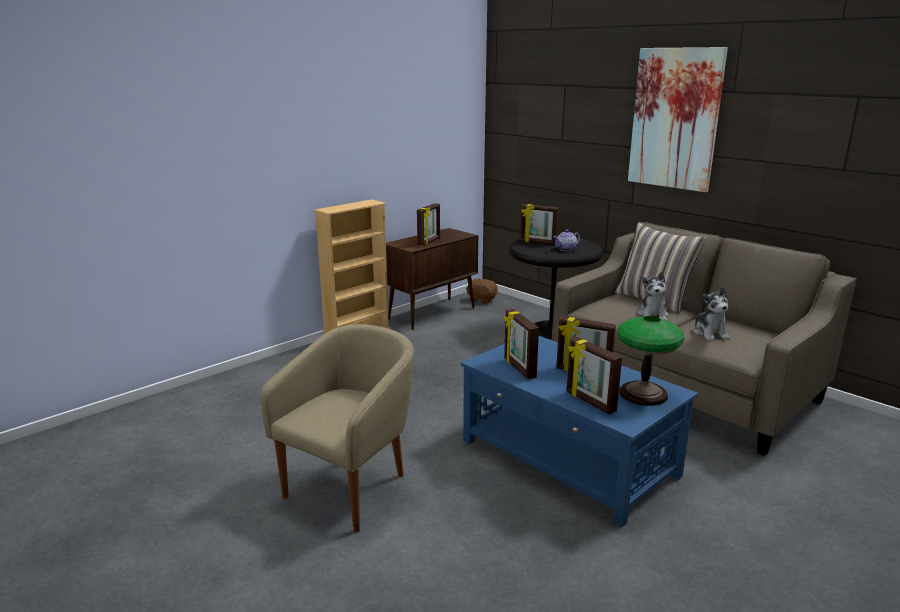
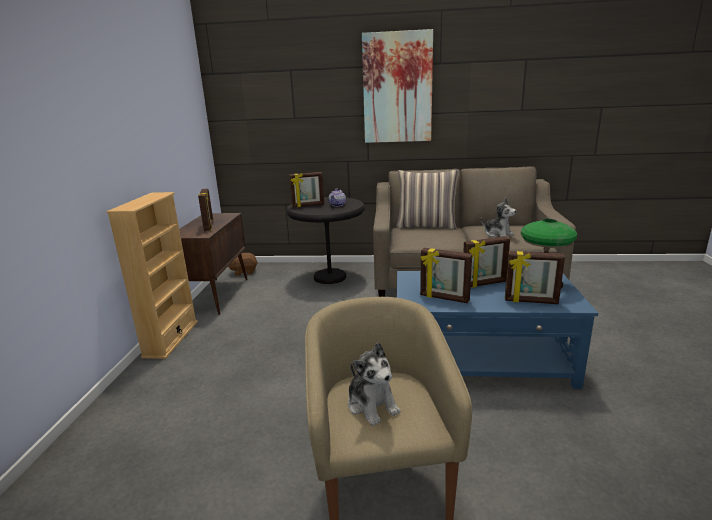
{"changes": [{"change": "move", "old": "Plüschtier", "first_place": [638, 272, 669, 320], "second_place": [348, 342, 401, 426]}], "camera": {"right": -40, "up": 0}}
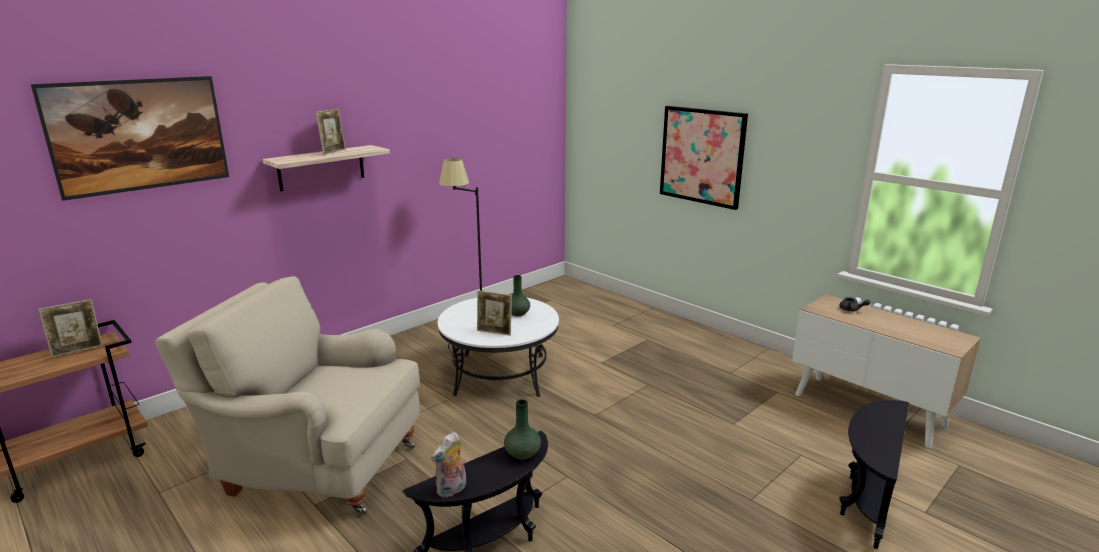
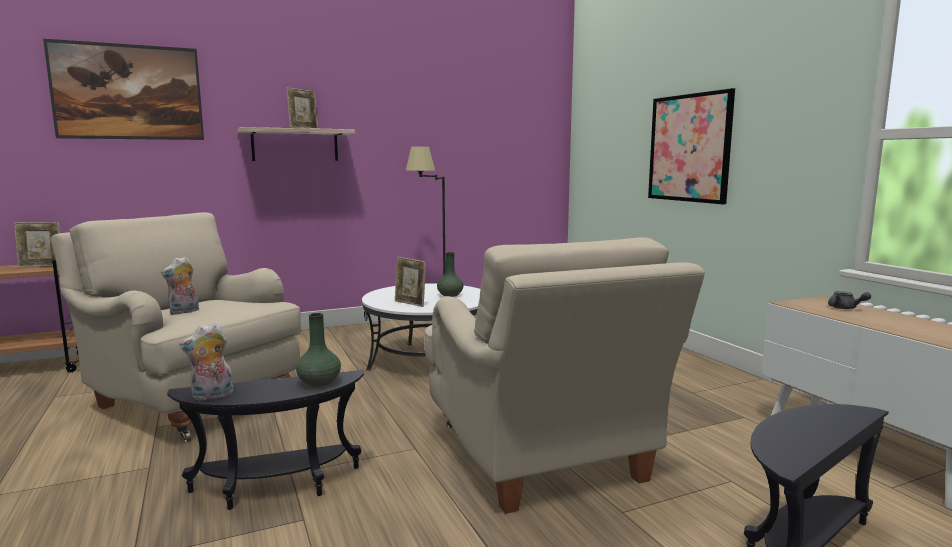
{"changes": [{"change": "insert", "new": "Plüschtier", "second_place": [161, 256, 199, 315]}, {"change": "insert", "new": "Sessel [beige]", "second_place": [425, 237, 705, 514]}], "camera": {"right": 20, "up": -10}}
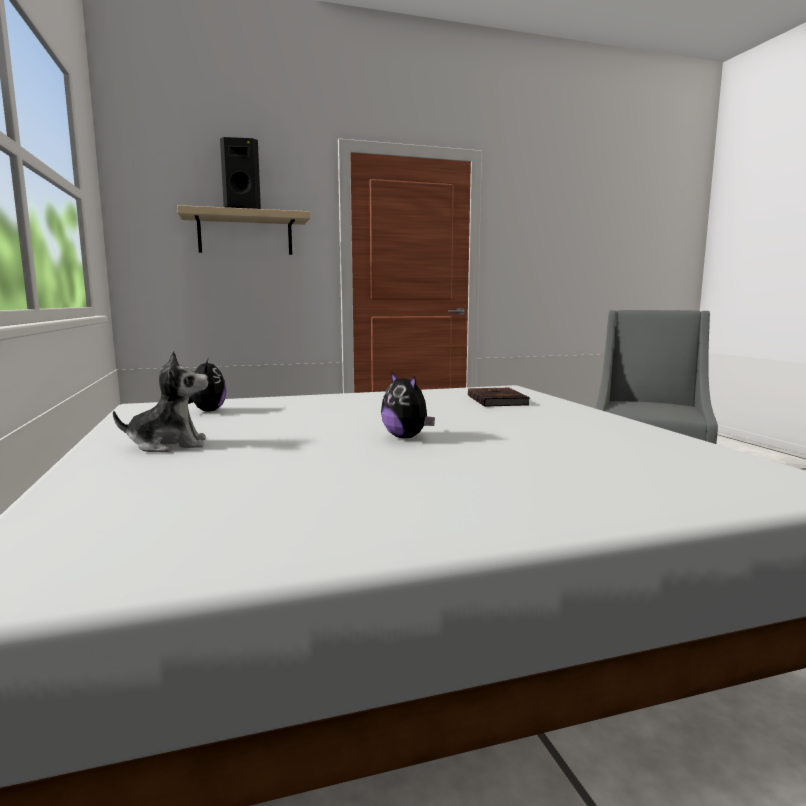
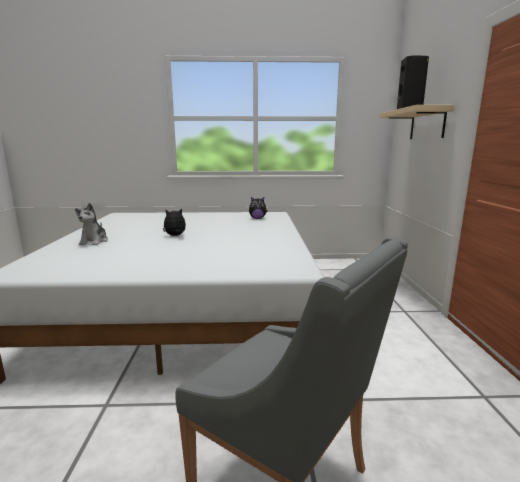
{"changes": [{"change": "delete", "old": "Buch [braun]", "first_place": [468, 388, 530, 407]}, {"change": "move", "old": "Plüschtier", "first_place": [113, 351, 208, 452], "second_place": [75, 203, 108, 245]}], "camera": {"right": 105, "up": 5}}
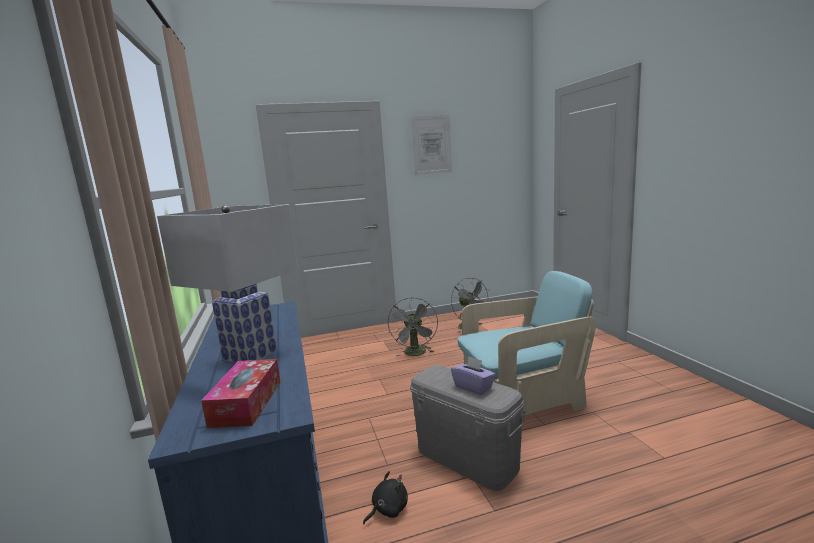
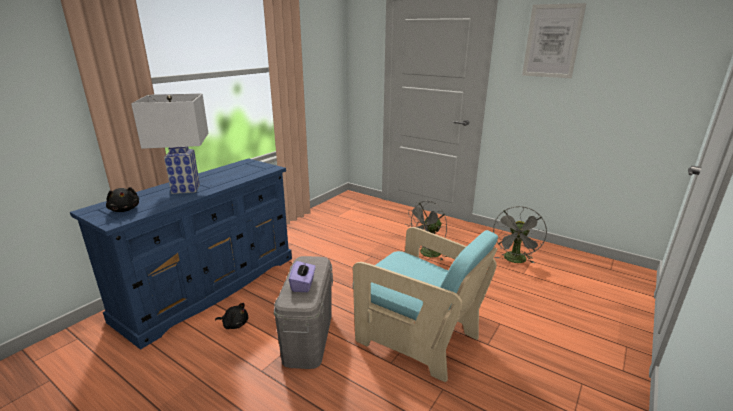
{"changes": [{"change": "replace", "old": "Taschentuchbox", "new": "Plüschtier [schwarz]", "first_place": [201, 359, 280, 428], "second_place": [106, 187, 139, 212]}], "camera": {"right": 50, "up": 10}}
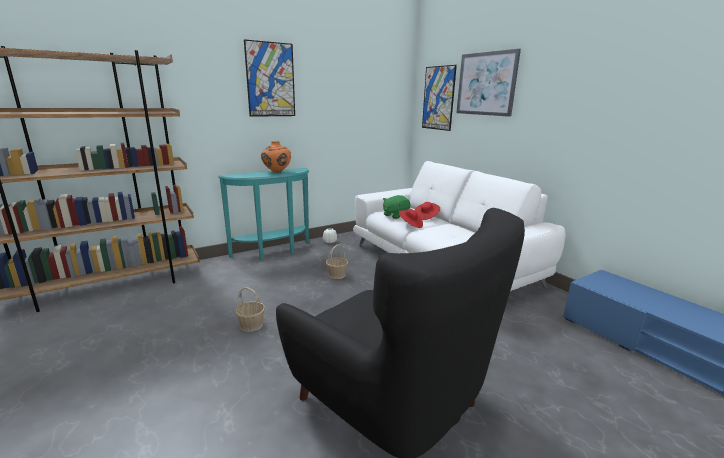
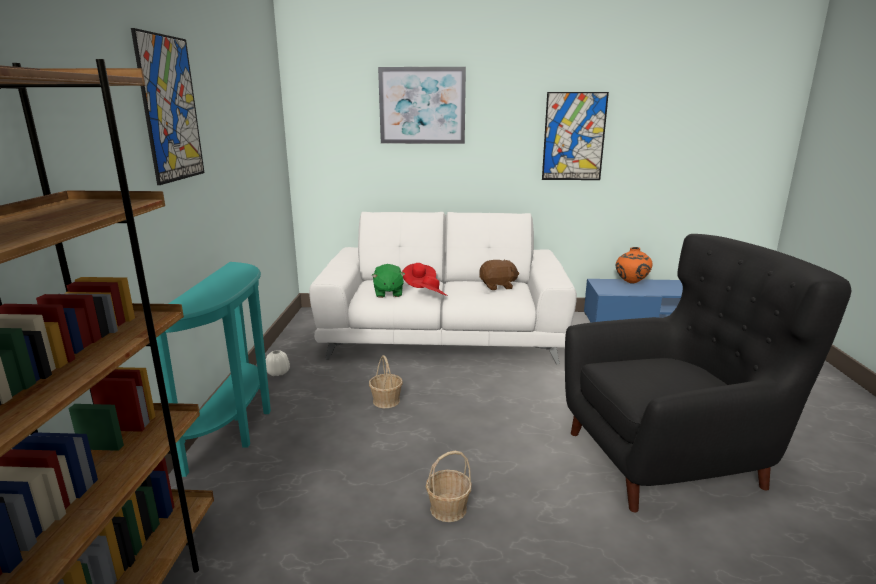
{"changes": [{"change": "insert", "new": "Plüschtier [braun]", "second_place": [479, 260, 519, 290]}, {"change": "move", "old": "Vase [orange]", "first_place": [261, 141, 291, 173], "second_place": [616, 247, 652, 284]}, {"change": "move", "old": "Bild", "first_place": [422, 65, 457, 131], "second_place": [542, 92, 609, 180]}], "camera": {"right": -55, "up": 0}}
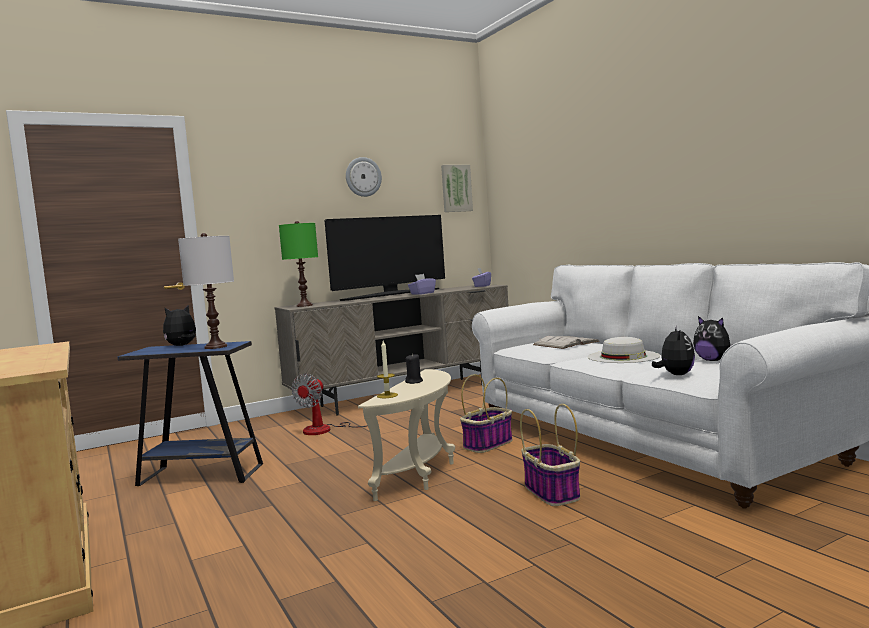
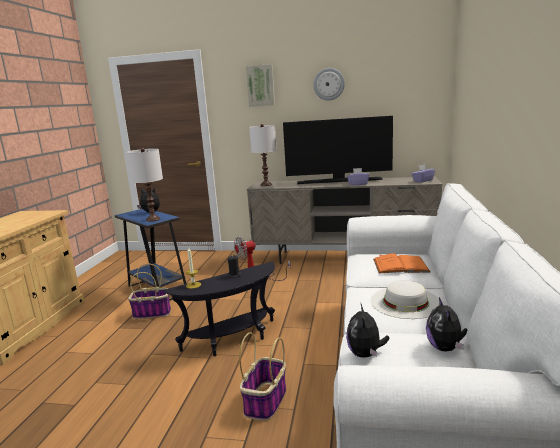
{"changes": [{"change": "move", "old": "Bild", "first_place": [441, 165, 473, 212], "second_place": [246, 64, 275, 107]}, {"change": "move", "old": "Korb", "first_place": [460, 374, 513, 453], "second_place": [128, 264, 171, 319]}, {"change": "recolor", "old": "Tischlampe [grün]", "new": "Tischlampe [weiß]", "first_place": [279, 221, 318, 307], "second_place": [249, 124, 277, 186]}, {"change": "recolor", "old": "Beistelltisch [beige]", "new": "Beistelltisch [schwarz]", "first_place": [358, 369, 455, 501], "second_place": [164, 262, 275, 356]}, {"change": "recolor", "old": "Buch [weiß]", "new": "Buch [orange]", "first_place": [533, 336, 599, 349], "second_place": [373, 253, 430, 274]}, {"change": "rotate", "old": "Plüschtier", "first_place": [652, 326, 695, 375], "second_place": [346, 304, 389, 358], "degrees": 135}], "camera": {"right": 40, "up": 10}}
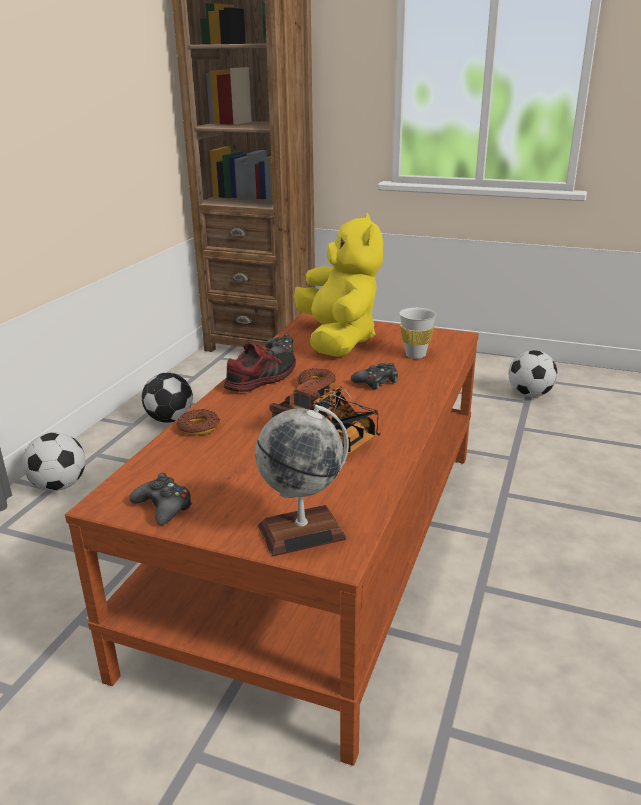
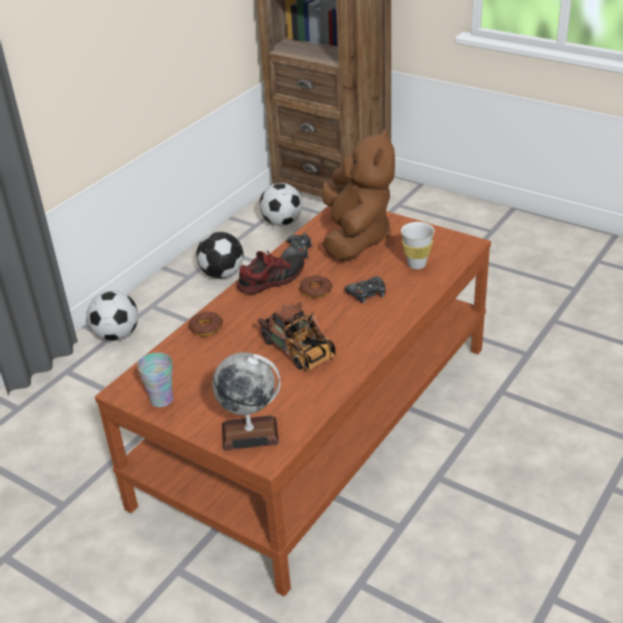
{"changes": [{"change": "move", "old": "Fußball", "first_place": [509, 350, 558, 397], "second_place": [259, 183, 303, 226]}, {"change": "replace", "old": "Gamepad [schwarz]", "new": "Tasse", "first_place": [129, 473, 192, 525], "second_place": [137, 353, 173, 407]}, {"change": "recolor", "old": "Plüschtier [gelb]", "new": "Plüschtier [braun]", "first_place": [294, 213, 383, 357], "second_place": [322, 128, 395, 262]}], "camera": {"right": 15, "up": 10}}
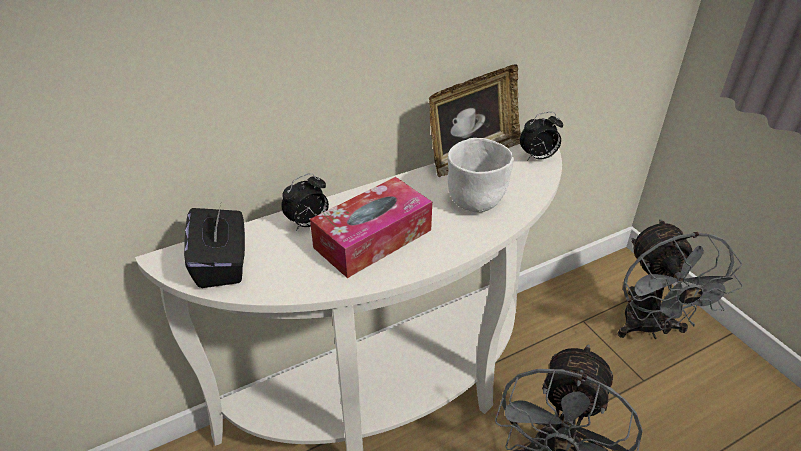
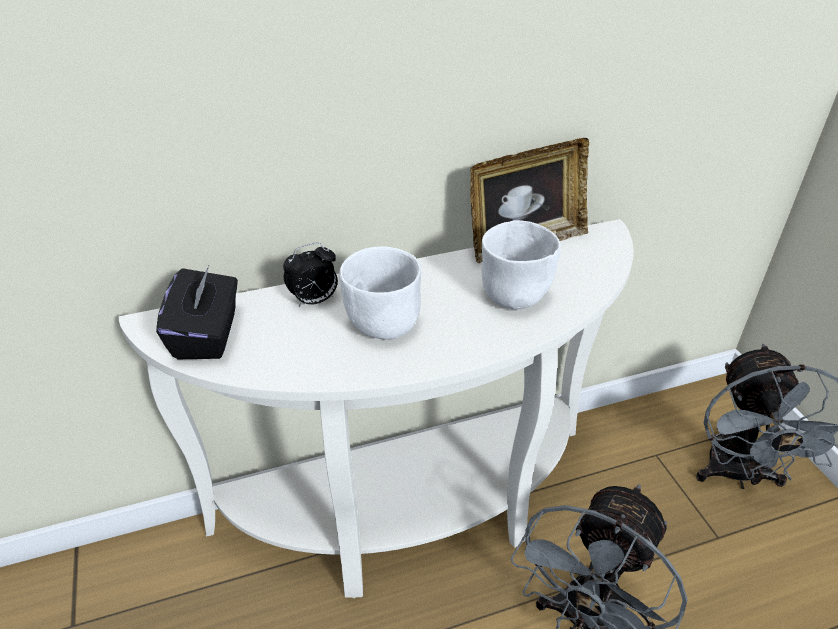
{"changes": [{"change": "delete", "old": "Wecker", "first_place": [520, 112, 563, 161]}, {"change": "replace", "old": "Taschentuchbox", "new": "Schüssel [weiß]", "first_place": [310, 177, 432, 278], "second_place": [339, 246, 421, 339]}], "camera": {"right": 10, "up": 0}}
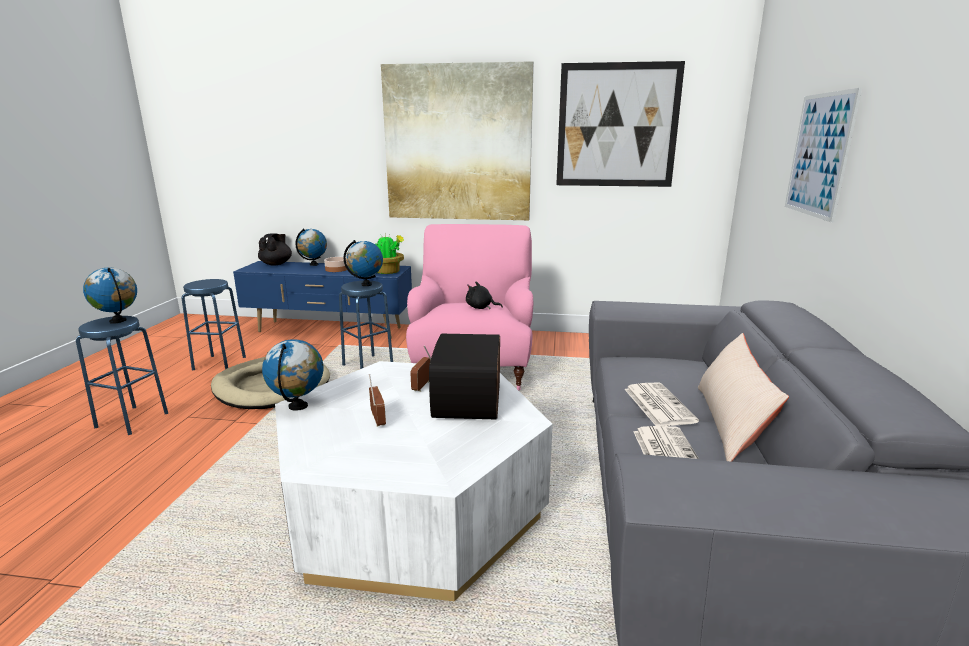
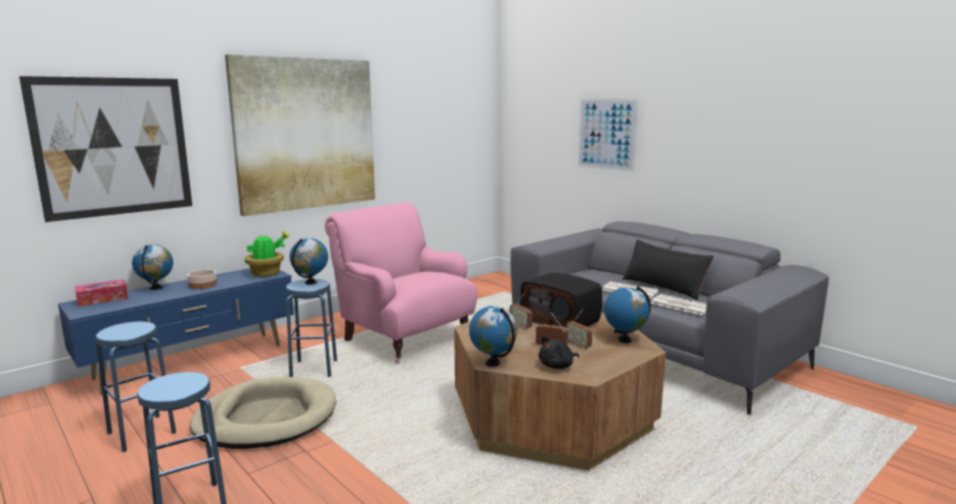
{"changes": [{"change": "insert", "new": "Radio", "second_place": [566, 309, 592, 350]}, {"change": "move", "old": "Globus", "first_place": [83, 268, 137, 324], "second_place": [604, 286, 651, 343]}, {"change": "move", "old": "Plüschtier [schwarz]", "first_place": [466, 282, 503, 309], "second_place": [539, 336, 579, 369]}, {"change": "move", "old": "Bild", "first_place": [556, 61, 685, 187], "second_place": [19, 76, 192, 222]}, {"change": "replace", "old": "Teekanne [schwarz]", "new": "Taschentuchbox", "first_place": [258, 233, 292, 266], "second_place": [75, 279, 128, 307]}, {"change": "recolor", "old": "Couchtisch [weiß]", "new": "Couchtisch [braun]", "first_place": [275, 361, 553, 601], "second_place": [454, 309, 666, 470]}, {"change": "recolor", "old": "Kissen [beige]", "new": "Kissen [schwarz]", "first_place": [698, 333, 789, 462], "second_place": [622, 240, 714, 300]}], "camera": {"right": -50, "up": -5}}
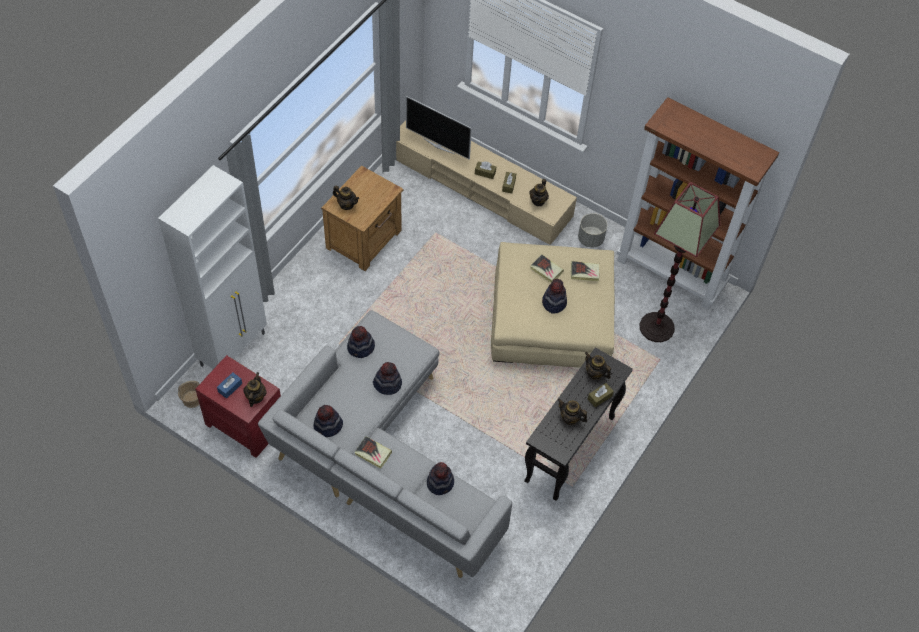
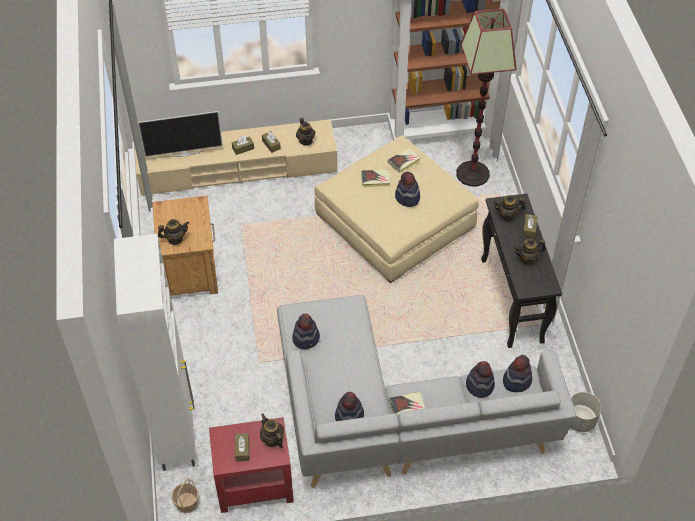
{"changes": [{"change": "move", "old": "Hut", "first_place": [373, 362, 402, 395], "second_place": [503, 355, 532, 392]}, {"change": "move", "old": "Pflanzkübel [grau]", "first_place": [578, 213, 607, 248], "second_place": [570, 392, 601, 432]}, {"change": "recolor", "old": "Taschentuchbox [blau]", "new": "Taschentuchbox [braun]", "first_place": [217, 372, 242, 399], "second_place": [235, 433, 250, 462]}], "camera": {"right": -40, "up": -5}}
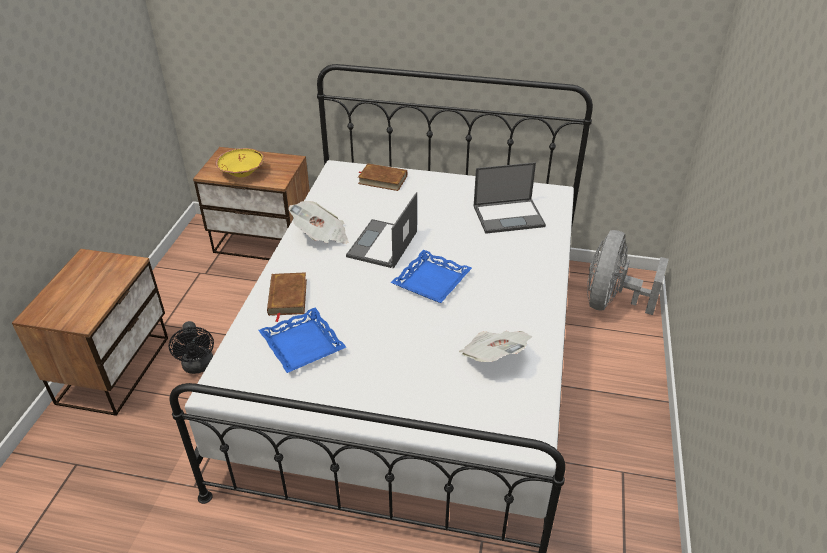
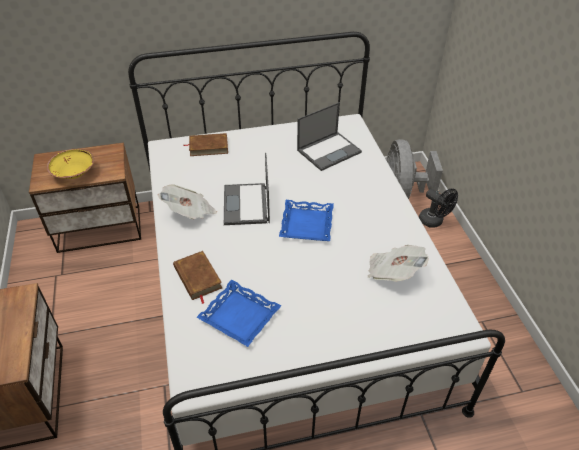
{"changes": [{"change": "move", "old": "Ventilator [schwarz]", "first_place": [168, 321, 214, 374], "second_place": [419, 188, 458, 228]}], "camera": {"right": -25, "up": 5}}
